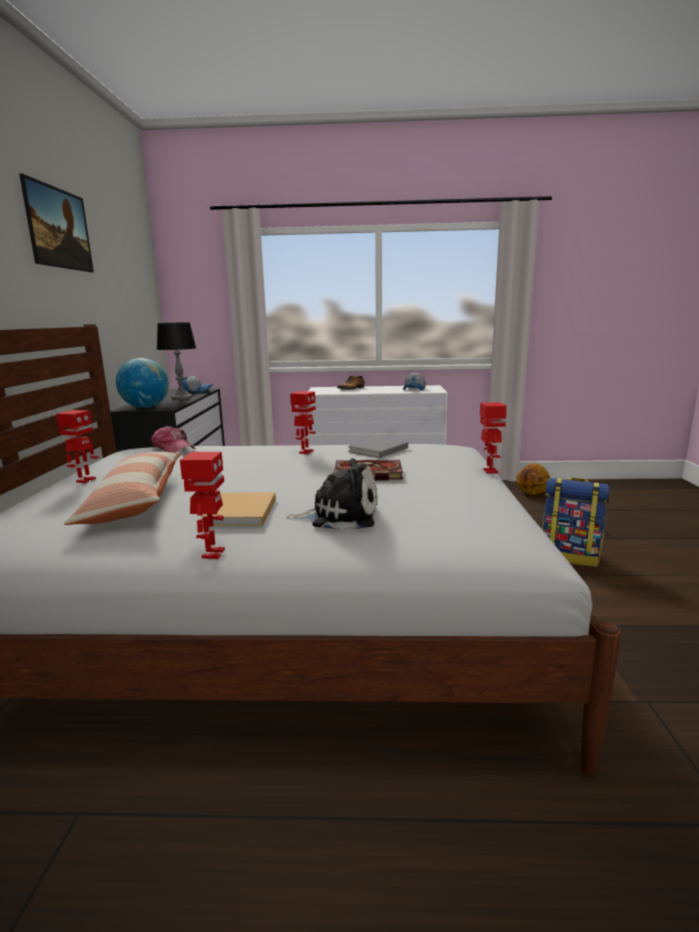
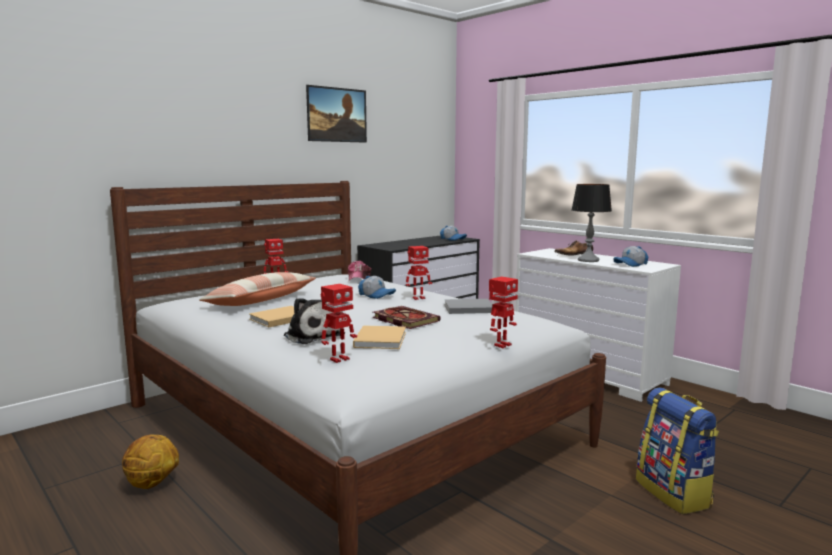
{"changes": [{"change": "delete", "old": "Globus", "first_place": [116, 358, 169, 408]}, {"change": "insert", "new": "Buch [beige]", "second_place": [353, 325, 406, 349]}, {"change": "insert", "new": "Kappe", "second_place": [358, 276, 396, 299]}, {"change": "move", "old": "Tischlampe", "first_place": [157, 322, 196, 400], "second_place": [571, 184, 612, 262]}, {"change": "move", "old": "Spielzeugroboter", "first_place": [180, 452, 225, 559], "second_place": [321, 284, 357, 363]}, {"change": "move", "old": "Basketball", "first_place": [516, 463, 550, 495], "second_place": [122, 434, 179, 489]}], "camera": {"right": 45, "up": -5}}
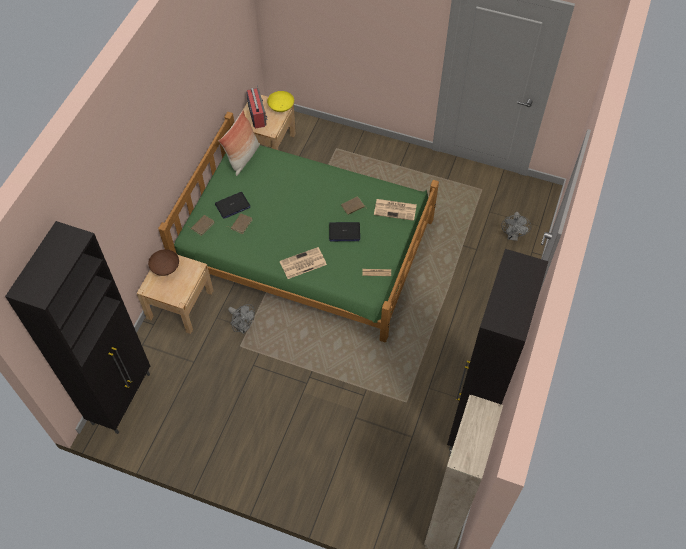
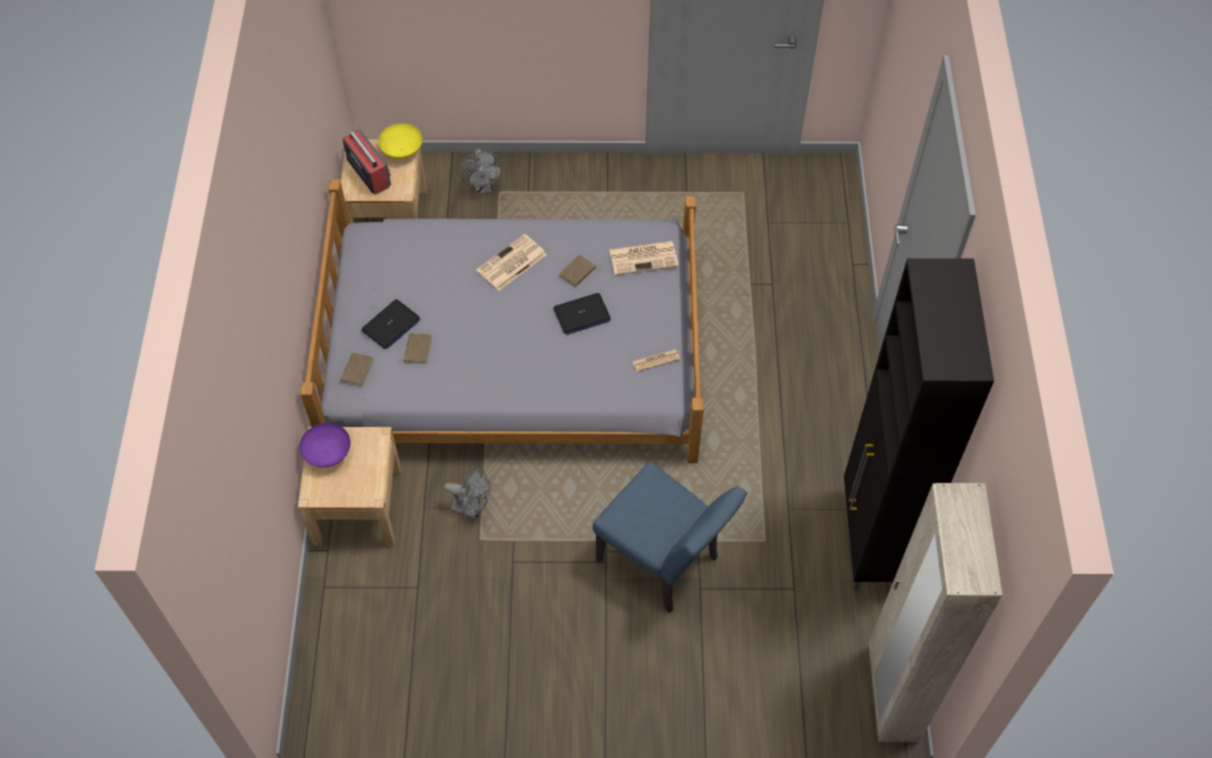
{"changes": [{"change": "delete", "old": "Schrank [schwarz]", "first_place": [5, 221, 150, 434]}, {"change": "delete", "old": "Kissen", "first_place": [219, 110, 260, 176]}, {"change": "insert", "new": "Stuhl [blau]", "second_place": [593, 462, 748, 613]}, {"change": "move", "old": "Zeitung", "first_place": [280, 247, 327, 279], "second_place": [476, 234, 547, 290]}, {"change": "move", "old": "Ventilator [grau]", "first_place": [501, 212, 531, 241], "second_place": [459, 149, 503, 194]}, {"change": "recolor", "old": "Schüssel [braun]", "new": "Schüssel [lila]", "first_place": [148, 249, 179, 276], "second_place": [299, 423, 351, 468]}, {"change": "recolor", "old": "Bett [grün]", "new": "Bett [grau]", "first_place": [158, 112, 439, 342], "second_place": [300, 179, 704, 463]}], "camera": {"right": -20, "up": 0}}
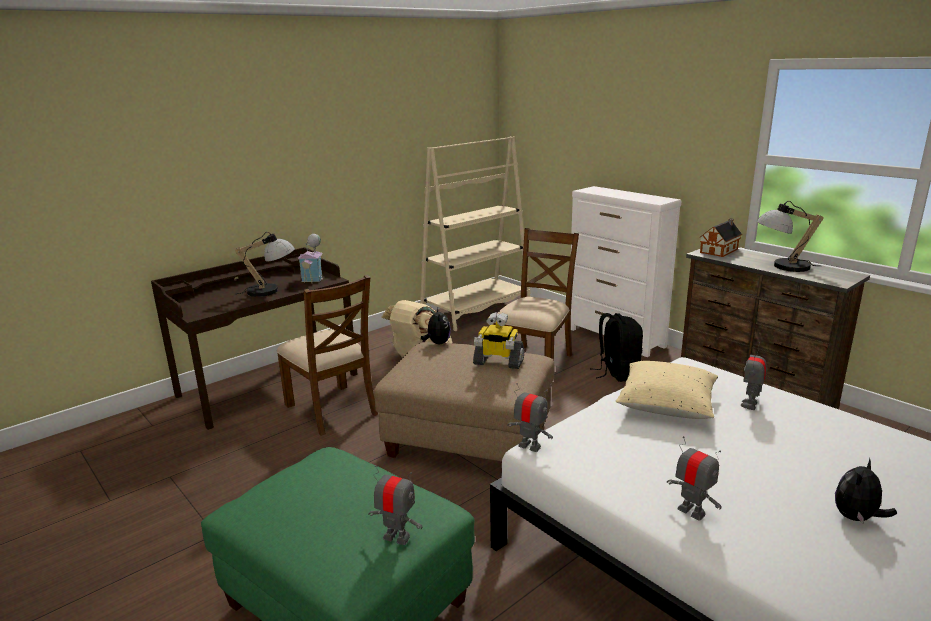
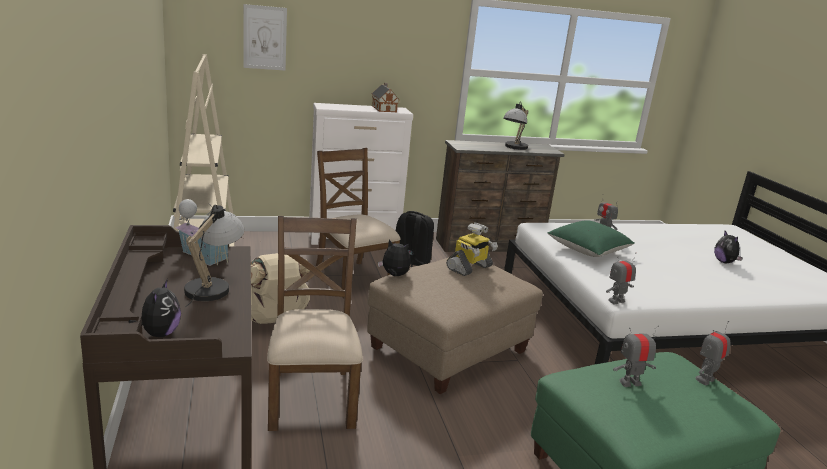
{"changes": [{"change": "insert", "new": "Plüschtier", "second_place": [129, 279, 181, 337]}, {"change": "insert", "new": "Bild", "second_place": [244, 4, 287, 71]}, {"change": "move", "old": "Spielzeugroboter", "first_place": [667, 436, 722, 521], "second_place": [613, 325, 659, 387]}, {"change": "move", "old": "Spielzeughaus", "first_place": [699, 218, 742, 257], "second_place": [372, 83, 399, 112]}, {"change": "recolor", "old": "Kissen [beige]", "new": "Kissen [grün]", "first_place": [616, 361, 718, 419], "second_place": [547, 220, 635, 257]}, {"change": "rotate", "old": "Stuhl [braun]", "first_place": [277, 275, 378, 436], "second_place": [267, 216, 363, 431], "degrees": -90}], "camera": {"right": -65, "up": 0}}
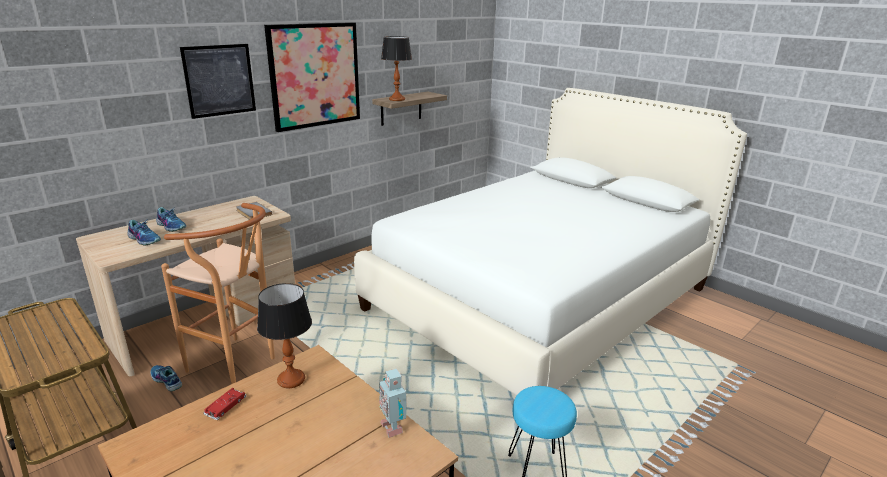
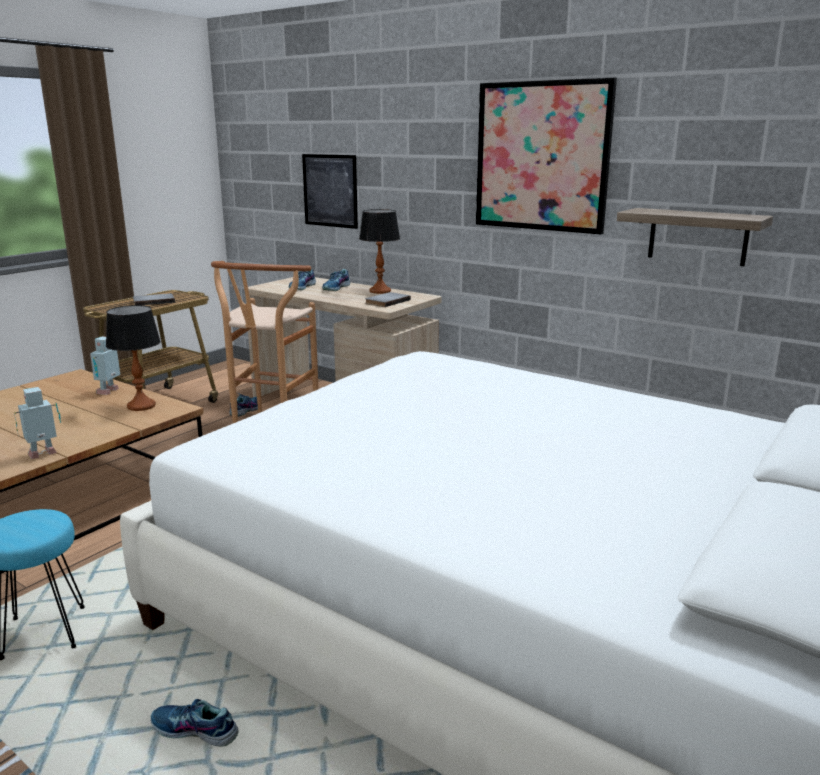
{"changes": [{"change": "insert", "new": "Buch [grau]", "second_place": [133, 293, 175, 305]}, {"change": "insert", "new": "Schuh", "second_place": [150, 699, 239, 747]}, {"change": "move", "old": "Bild", "first_place": [180, 44, 256, 119], "second_place": [302, 154, 358, 229]}, {"change": "move", "old": "Tischlampe", "first_place": [381, 36, 412, 101], "second_place": [359, 209, 400, 294]}, {"change": "replace", "old": "Spielzeugauto [rot]", "new": "Spielzeugroboter", "first_place": [203, 388, 246, 420], "second_place": [90, 336, 120, 395]}], "camera": {"right": 80, "up": -5}}
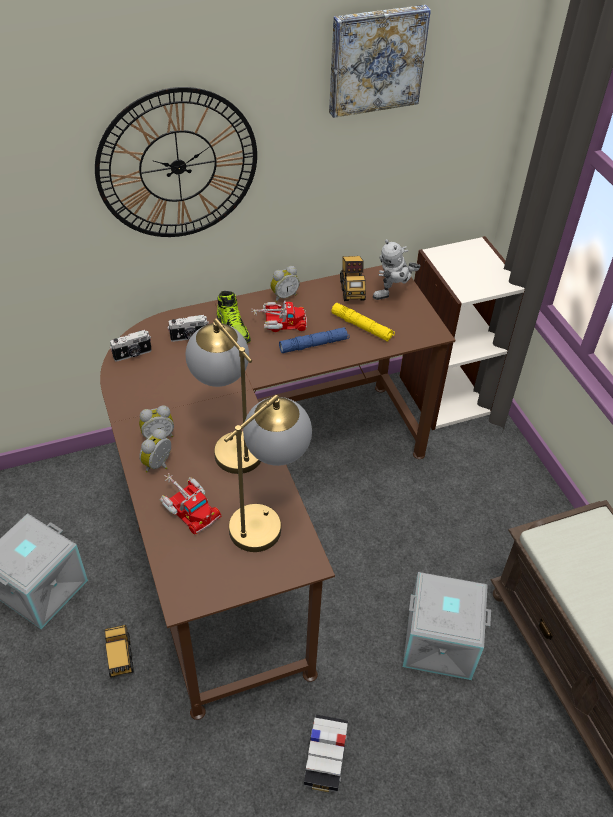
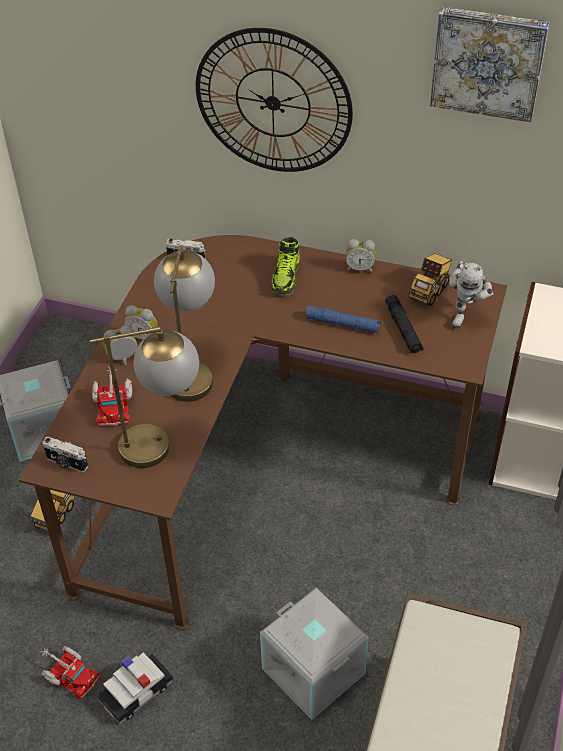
{"changes": [{"change": "move", "old": "Kamera", "first_place": [167, 315, 209, 342], "second_place": [42, 437, 88, 472]}, {"change": "move", "old": "Spielzeuglaster", "first_place": [251, 301, 307, 332], "second_place": [41, 646, 101, 699]}, {"change": "recolor", "old": "Taschenlampe [gelb]", "new": "Taschenlampe [schwarz]", "first_place": [331, 303, 395, 341], "second_place": [385, 295, 423, 353]}, {"change": "rotate", "old": "Spielzeugroboter", "first_place": [373, 239, 421, 300], "second_place": [449, 261, 494, 329], "degrees": -75}], "camera": {"right": 40, "up": 0}}
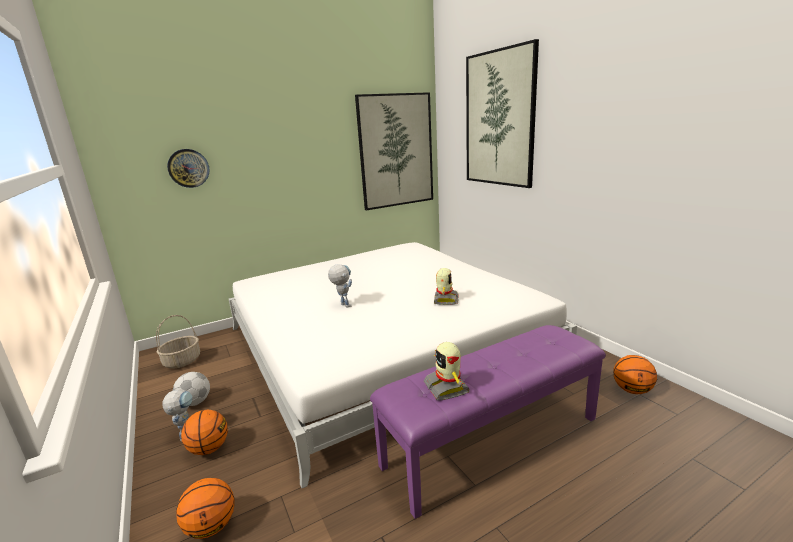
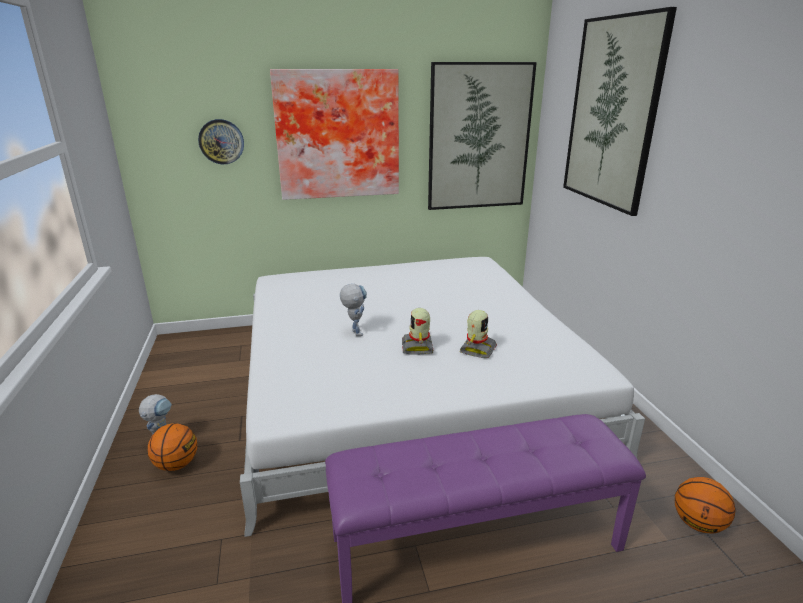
{"changes": [{"change": "delete", "old": "Korb", "first_place": [156, 315, 200, 368]}, {"change": "delete", "old": "Fußball", "first_place": [173, 372, 210, 406]}, {"change": "delete", "old": "Basketball", "first_place": [176, 478, 235, 539]}, {"change": "insert", "new": "Bild", "second_place": [270, 69, 399, 200]}, {"change": "move", "old": "Spielzeugroboter", "first_place": [424, 342, 470, 400], "second_place": [402, 308, 434, 354]}], "camera": {"right": 15, "up": 5}}
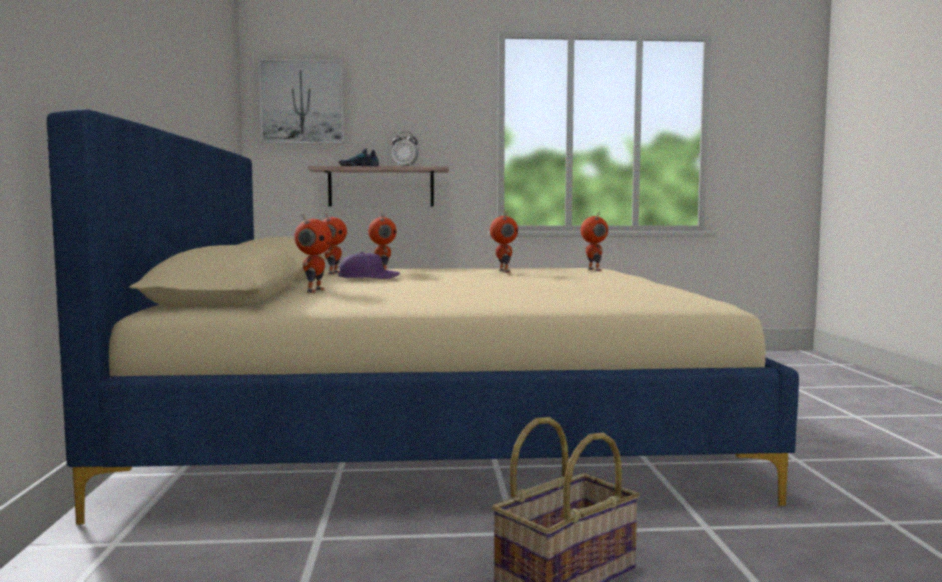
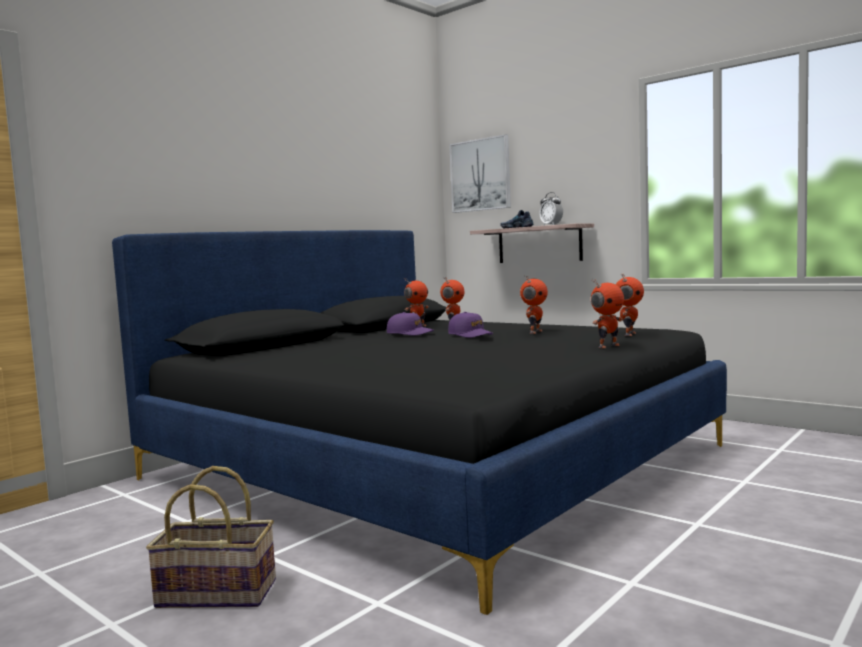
{"changes": [{"change": "insert", "new": "Kappe [lila]", "second_place": [448, 312, 493, 338]}, {"change": "move", "old": "Spielzeugroboter", "first_place": [294, 213, 332, 292], "second_place": [591, 279, 624, 348]}, {"change": "recolor", "old": "Bett [beige]", "new": "Bett [schwarz]", "first_place": [46, 109, 799, 524], "second_place": [112, 230, 727, 615]}], "camera": {"right": 45, "up": 0}}
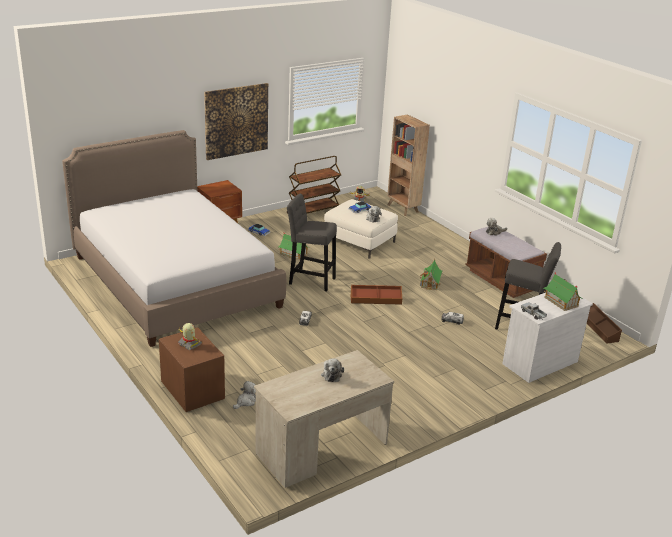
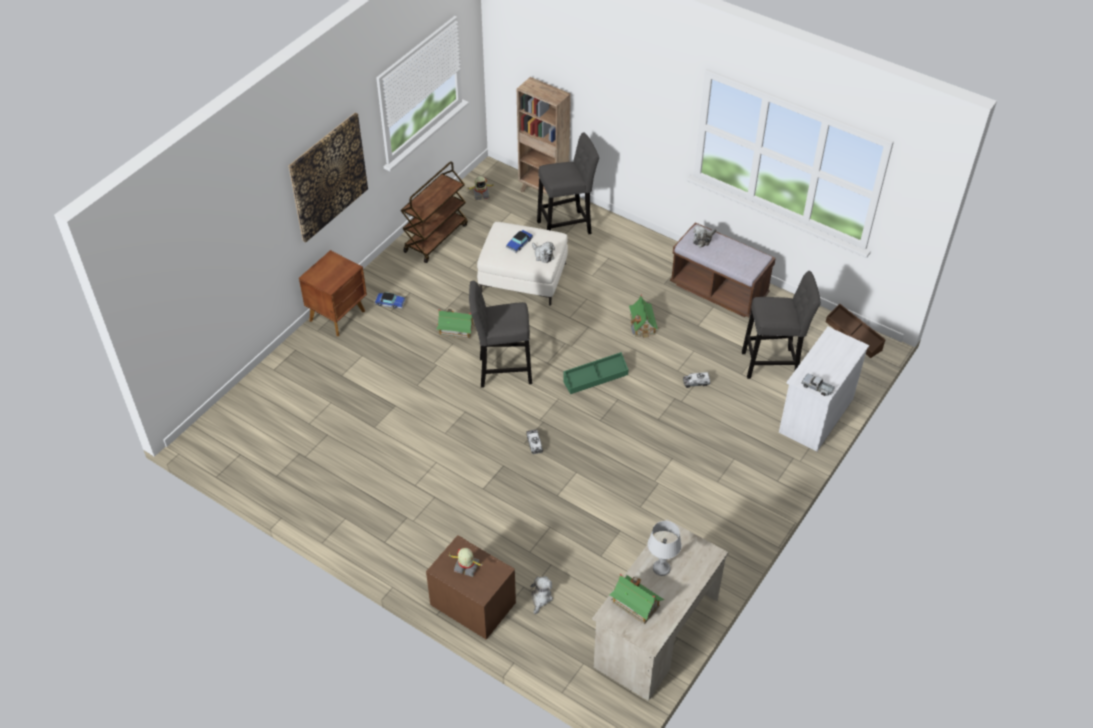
{"changes": [{"change": "delete", "old": "Bett", "first_place": [62, 130, 286, 347]}, {"change": "insert", "new": "Hocker [grau]", "second_place": [537, 133, 599, 234]}, {"change": "move", "old": "Spielzeughaus", "first_place": [544, 272, 583, 311], "second_place": [609, 574, 664, 624]}, {"change": "replace", "old": "Plüschtier", "new": "Tischlampe [grau]", "first_place": [321, 358, 344, 382], "second_place": [648, 521, 681, 576]}, {"change": "recolor", "old": "Aufbewahrungsbox [braun]", "new": "Aufbewahrungsbox [grün]", "first_place": [350, 285, 402, 305], "second_place": [563, 352, 629, 394]}], "camera": {"right": -20, "up": 20}}
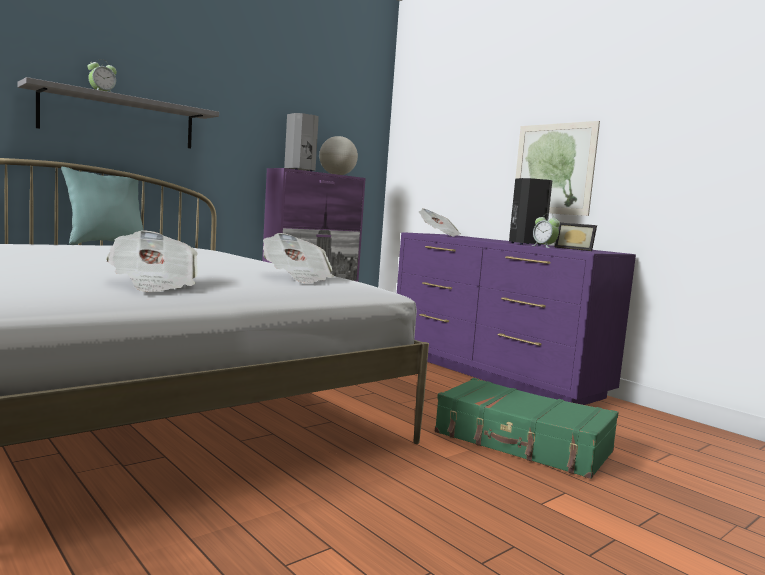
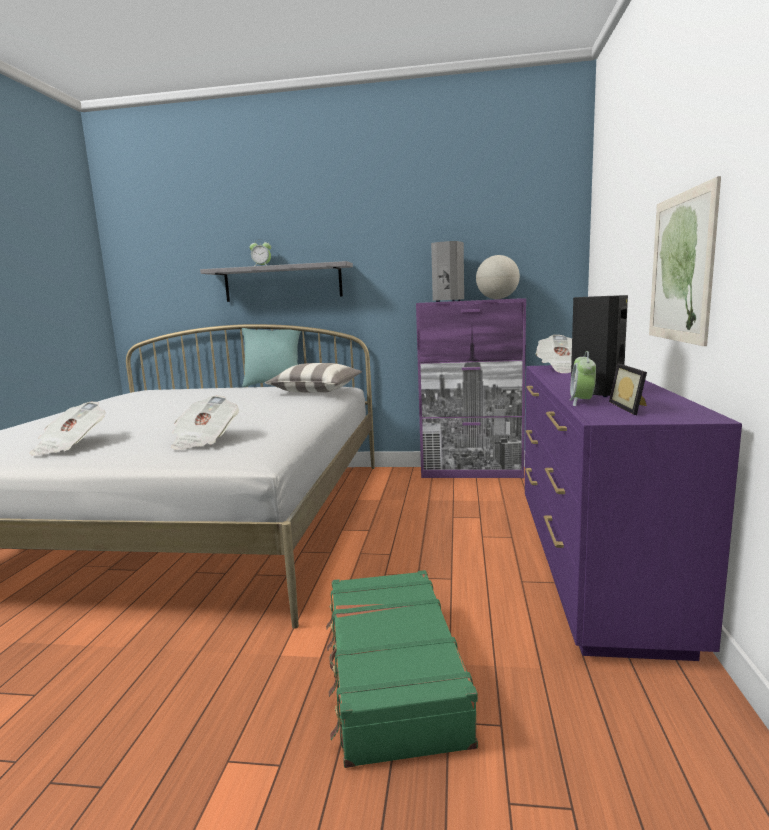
{"changes": [{"change": "insert", "new": "Kissen", "second_place": [265, 363, 362, 393]}], "camera": {"right": 50, "up": 5}}
